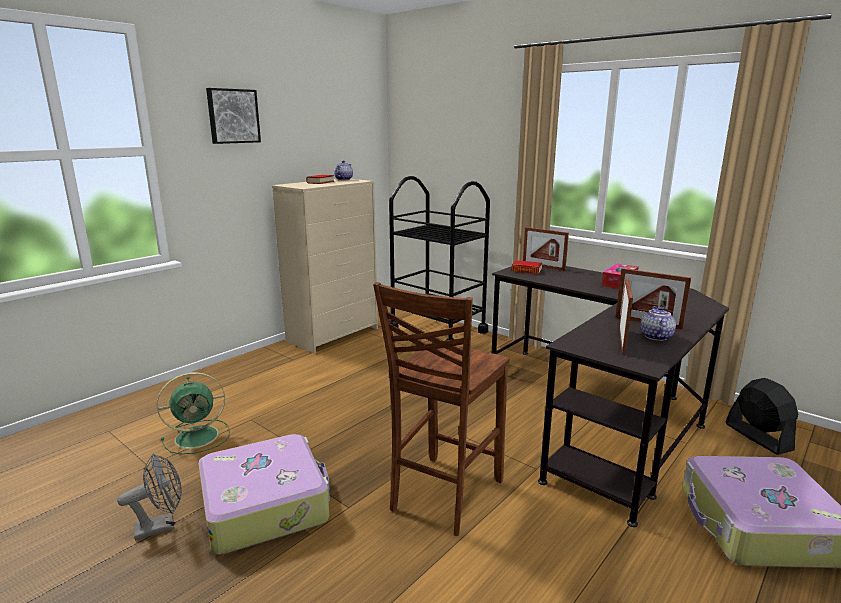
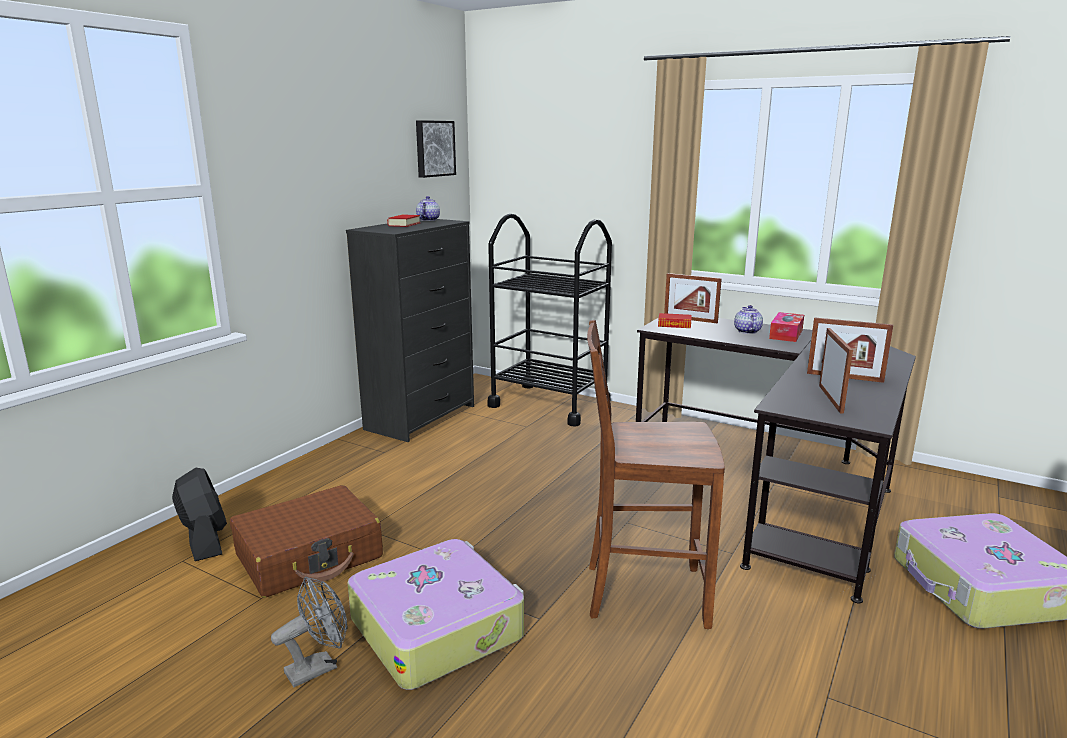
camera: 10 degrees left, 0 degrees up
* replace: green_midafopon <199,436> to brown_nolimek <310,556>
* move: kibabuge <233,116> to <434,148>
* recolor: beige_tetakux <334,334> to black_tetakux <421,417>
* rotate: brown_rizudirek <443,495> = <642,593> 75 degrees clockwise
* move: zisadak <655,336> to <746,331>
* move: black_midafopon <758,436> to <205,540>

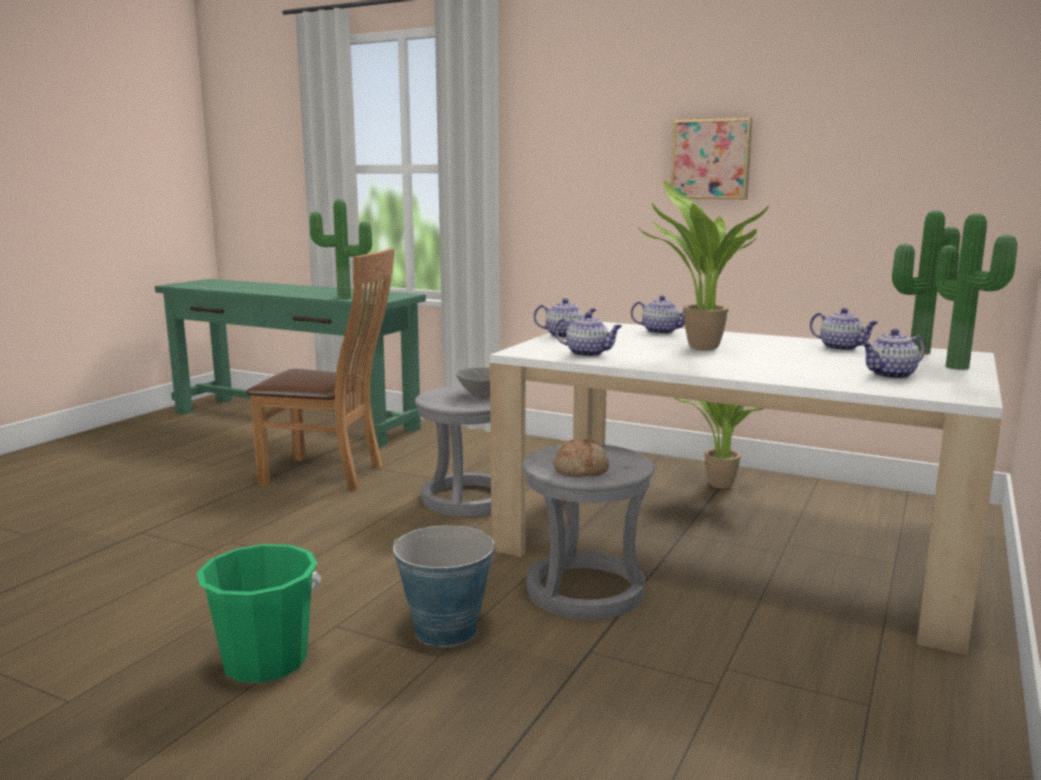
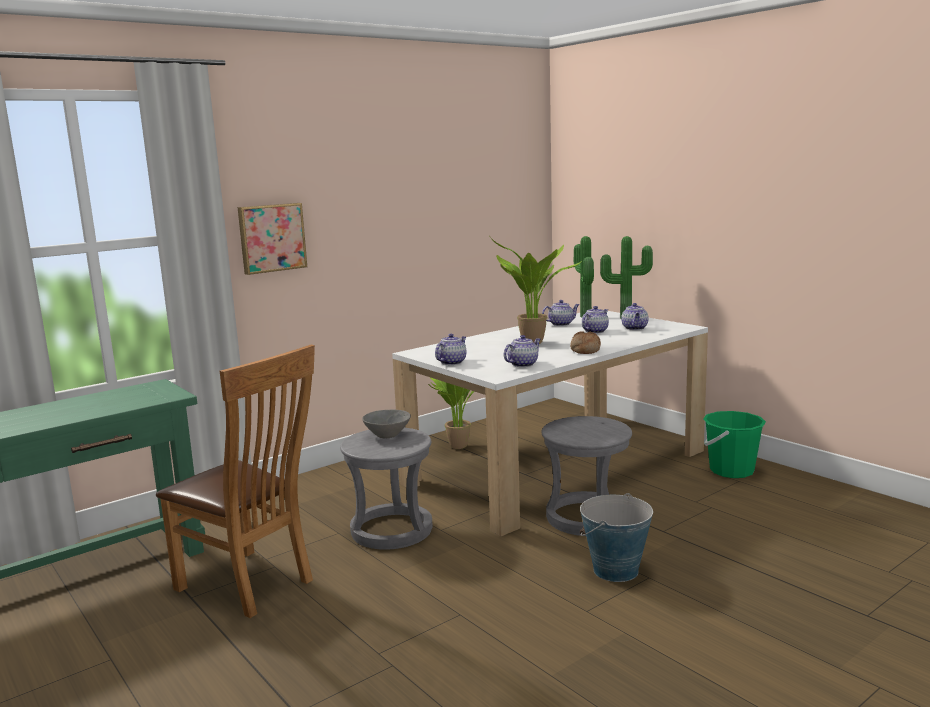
camera: 65 degrees left, 0 degrees up
* move: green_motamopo <265,662> to <731,470>
* rotate: brown_rizudirek <330,474> = <251,585> 90 degrees clockwise
* delete: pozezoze <344,298>
* move: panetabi <581,470> to <584,350>
* move: zisadak <661,332> to <595,331>
* move: kibabuge <711,159> to <271,237>

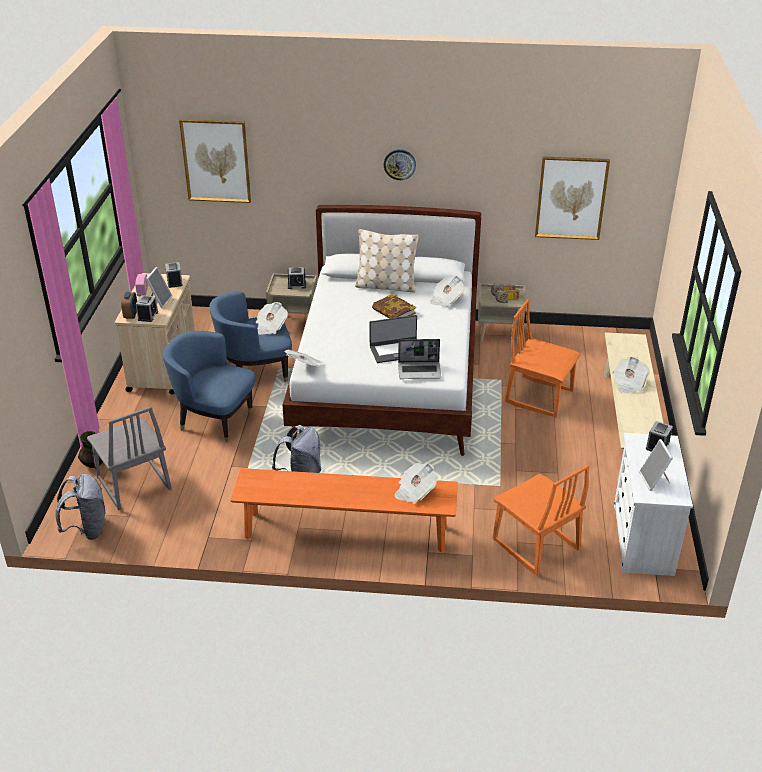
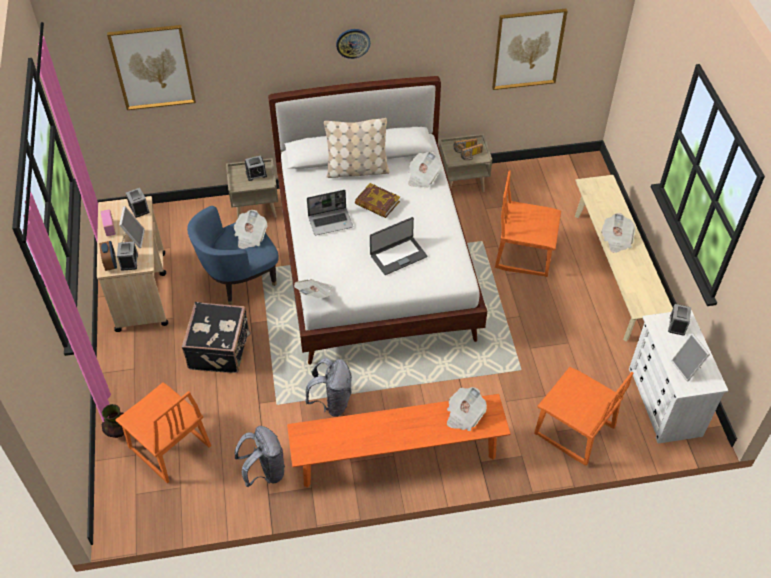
camera: 15 degrees left, 15 degrees up
* move: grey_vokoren <87,529> to <264,471>
* recolor: grey_rizudirek <133,484> to orange_rizudirek <169,448>
* replace: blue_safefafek <214,420> to black_nolimek <220,349>
* move: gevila <420,371> to <331,222>

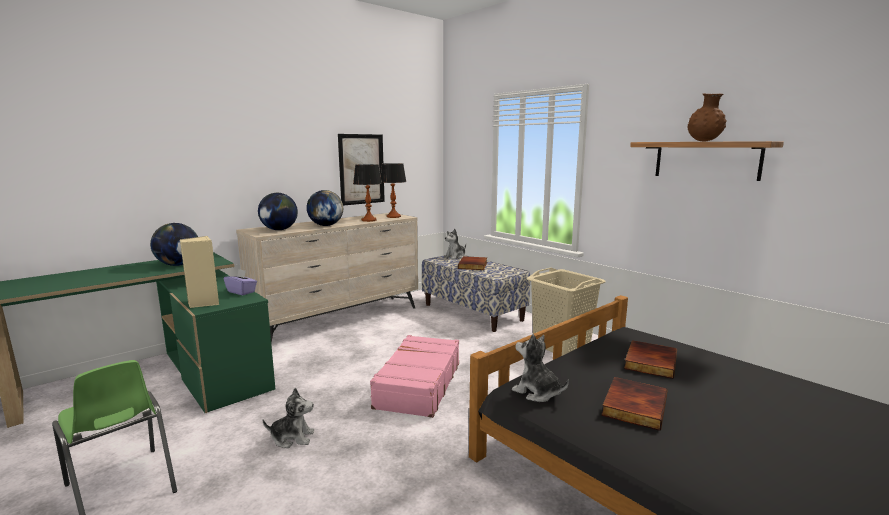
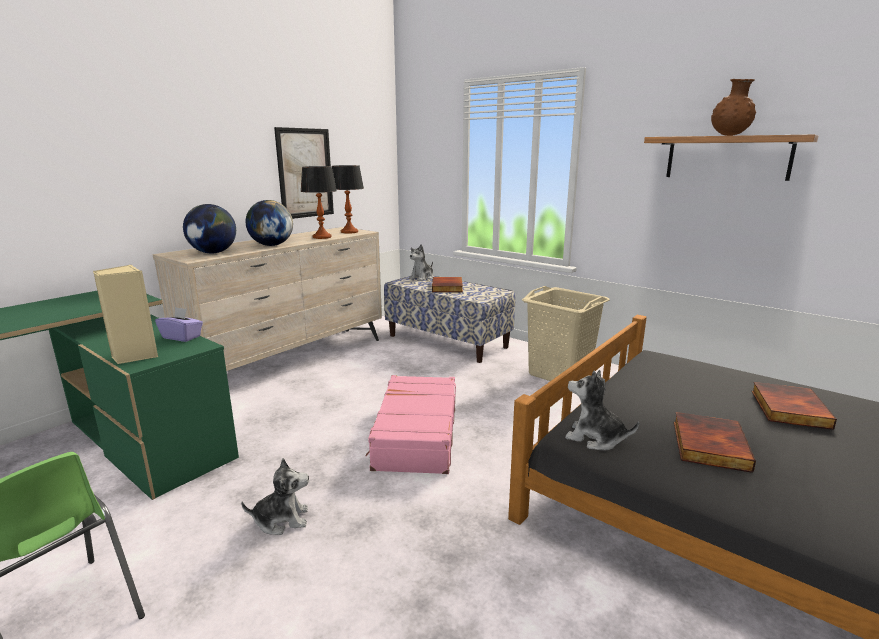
camera: 10 degrees left, 5 degrees up
* delete: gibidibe <178,265>
* move: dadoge <649,362> to <787,408>

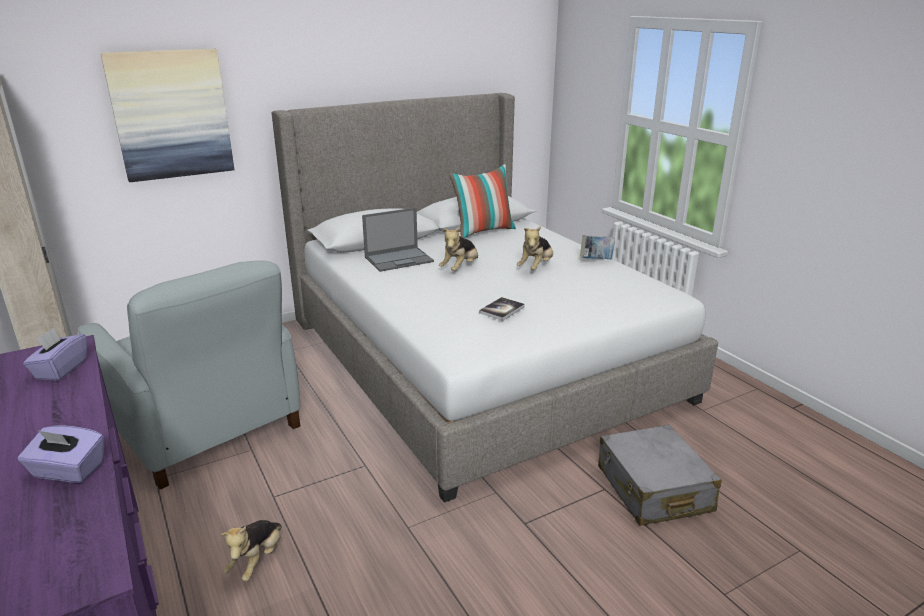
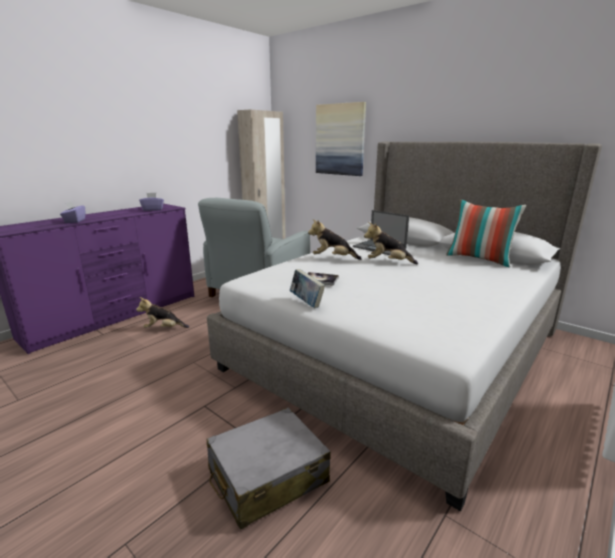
camera: 70 degrees right, 5 degrees down
* move: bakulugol <536,267> to <333,258>
* move: dadoge <596,260> to <306,302>

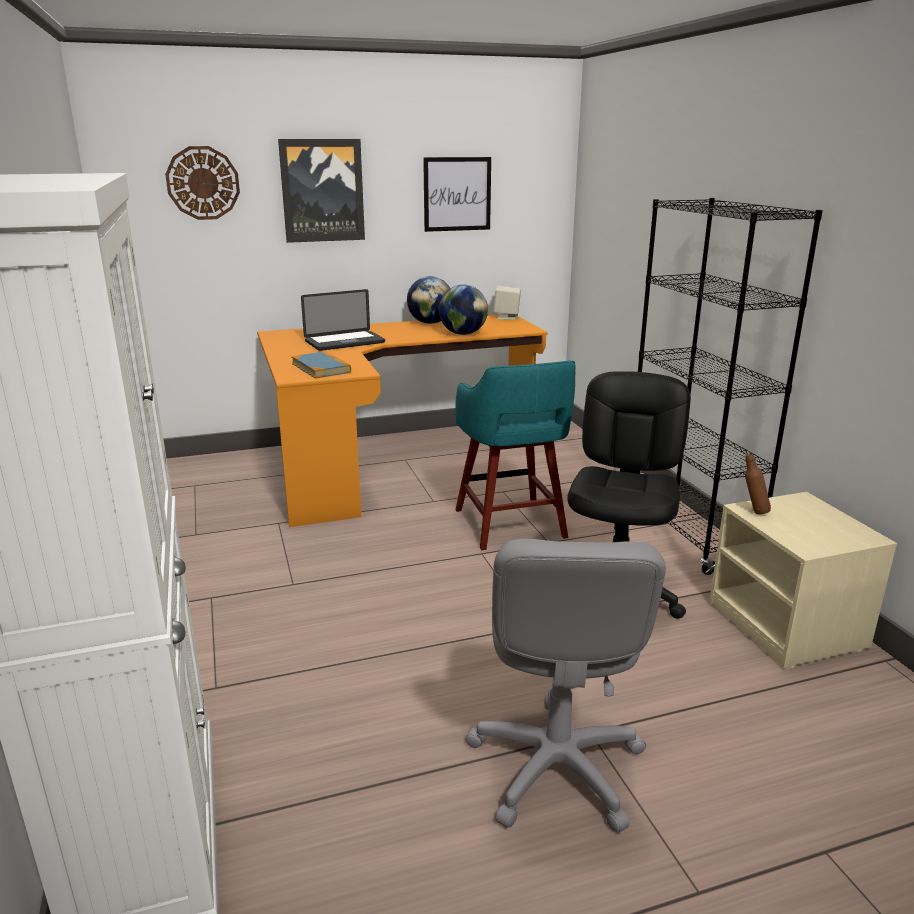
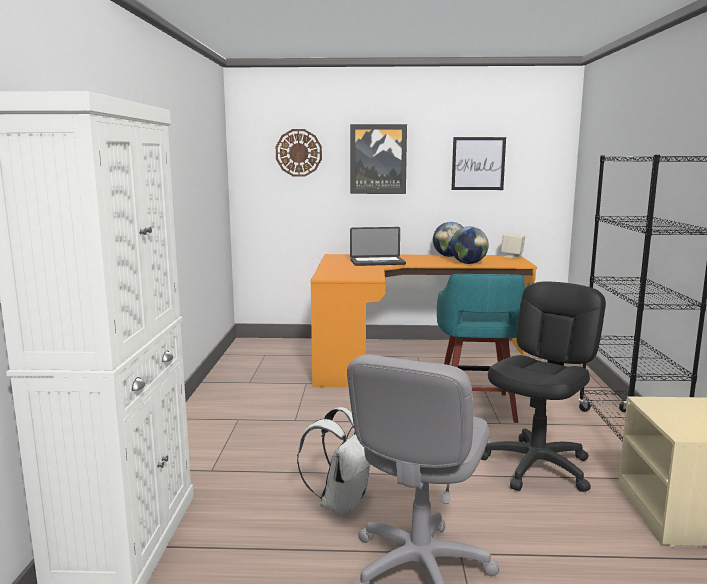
camera: 20 degrees right, 10 degrees down
* delete: dadoge <321,368>
* delete: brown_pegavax <753,512>
* insert: white_vokoren <342,503>

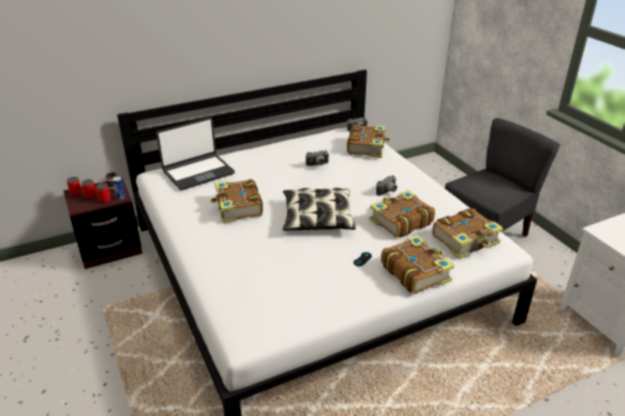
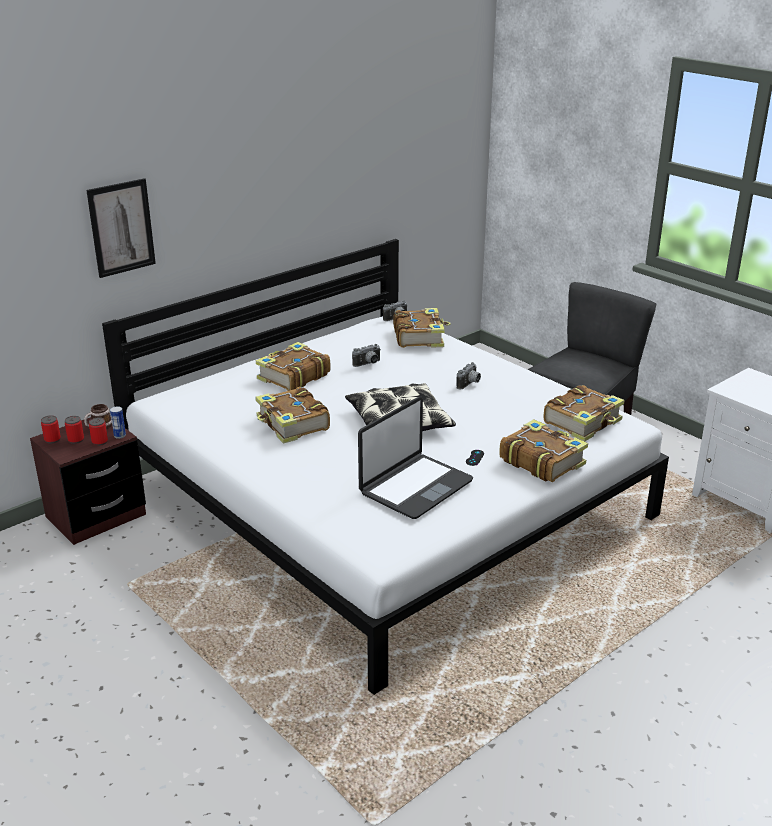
camera: 15 degrees left, 5 degrees down
* move: gevila <198,172> to <415,487>
* move: dadoge <400,221> to <292,376>
* insert: kibabuge <121,228>

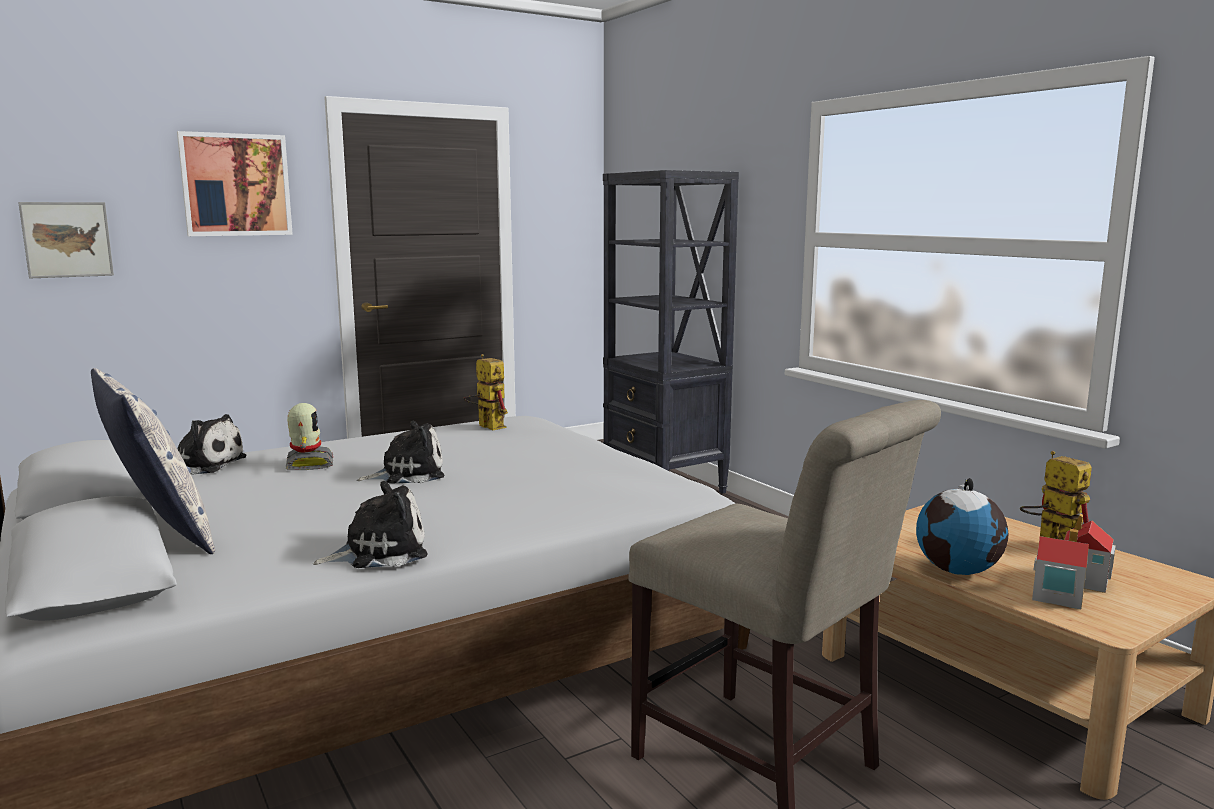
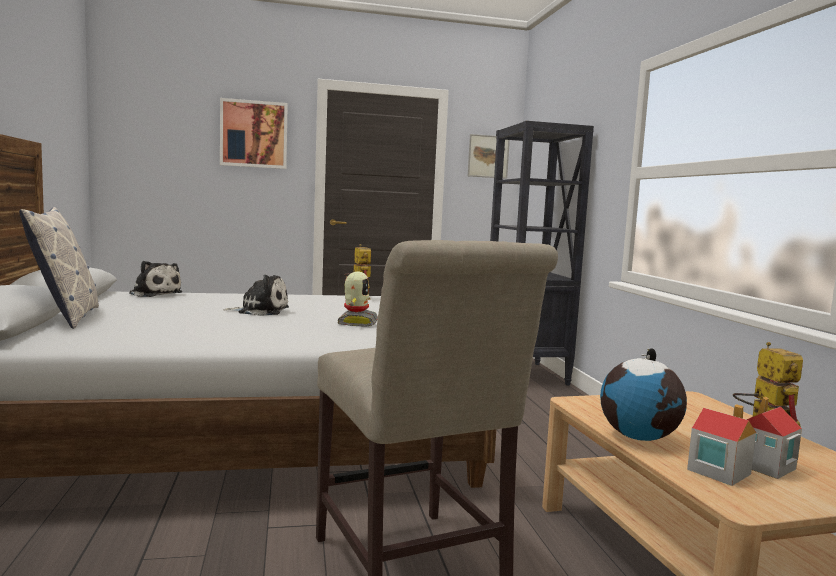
camera: 20 degrees right, 5 degrees down
* move: kibabuge <67,239> to <488,156>
* move: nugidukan <308,464> to <356,322>
* delete: bakulugol <379,552>

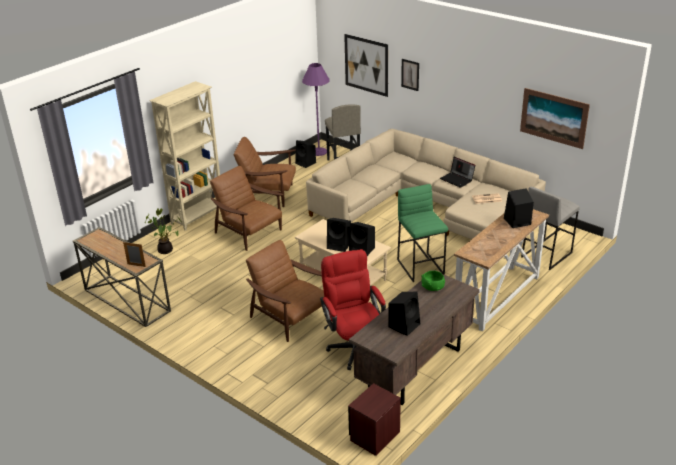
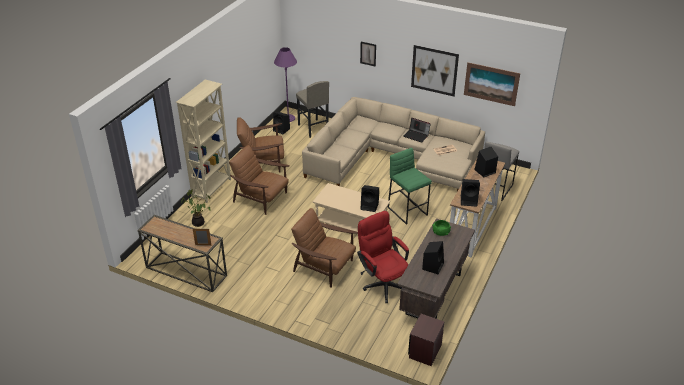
camera: 15 degrees left, 5 degrees up
* move: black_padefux <339,245> to <469,201>
* move: kibabuge <366,65> to <434,70>

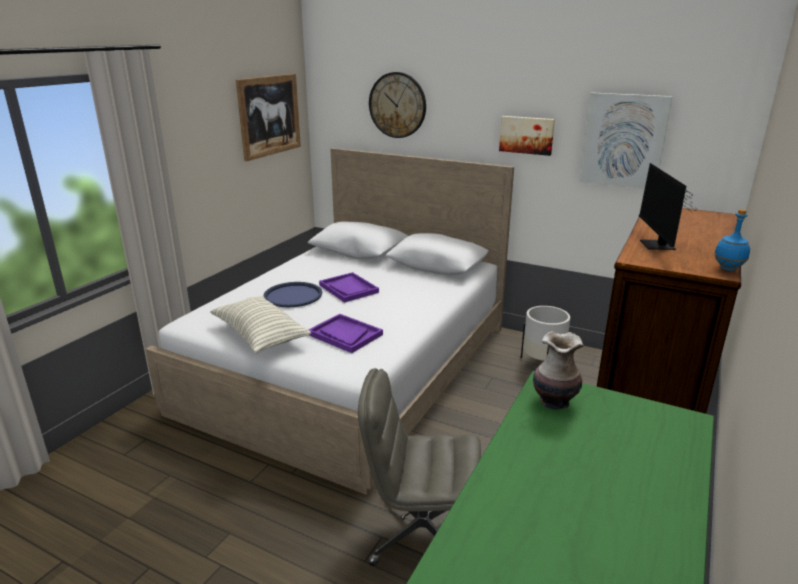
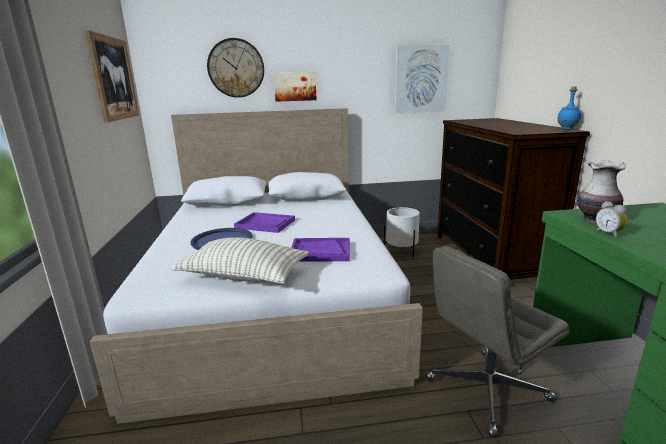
camera: 35 degrees left, 5 degrees down
* move: kibabuge <526,135> to <295,86>
* delete: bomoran <657,246>
* insert: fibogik <609,234>

